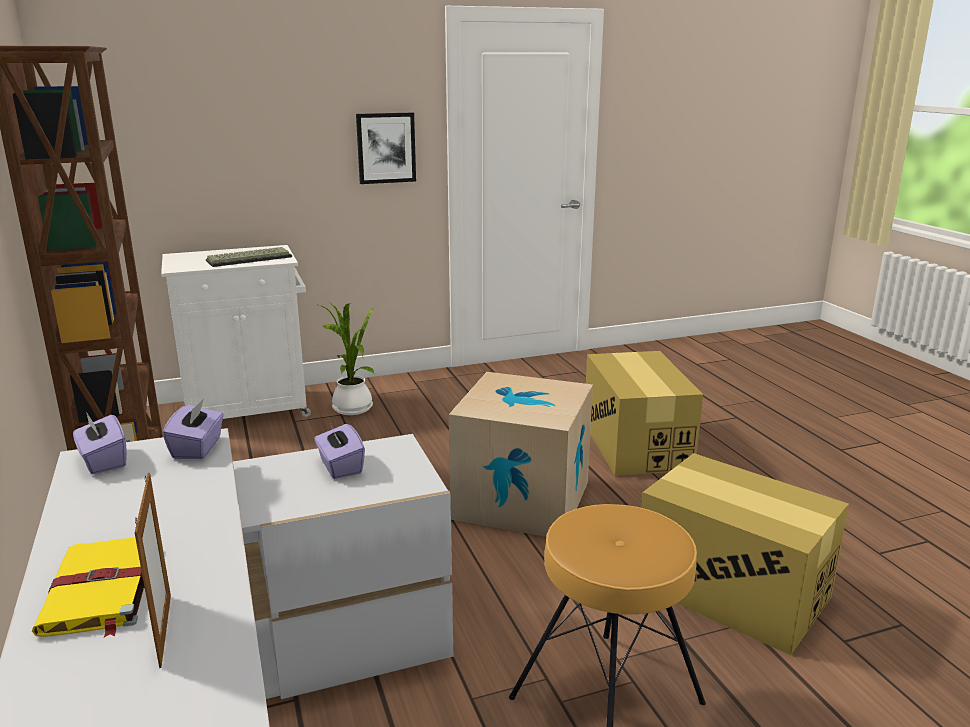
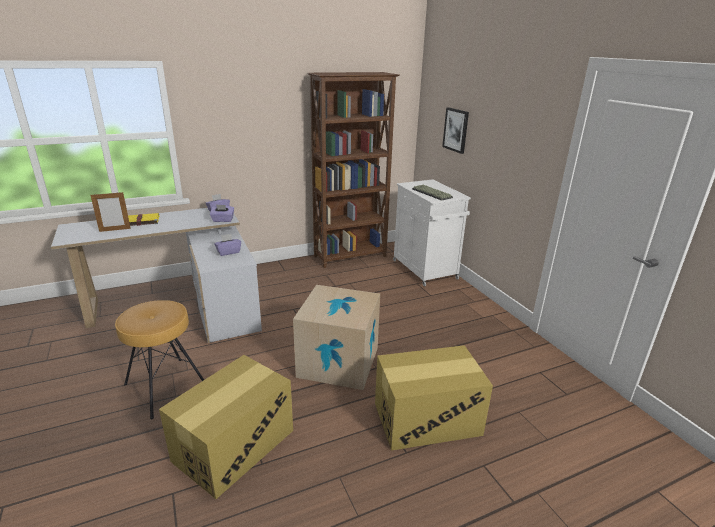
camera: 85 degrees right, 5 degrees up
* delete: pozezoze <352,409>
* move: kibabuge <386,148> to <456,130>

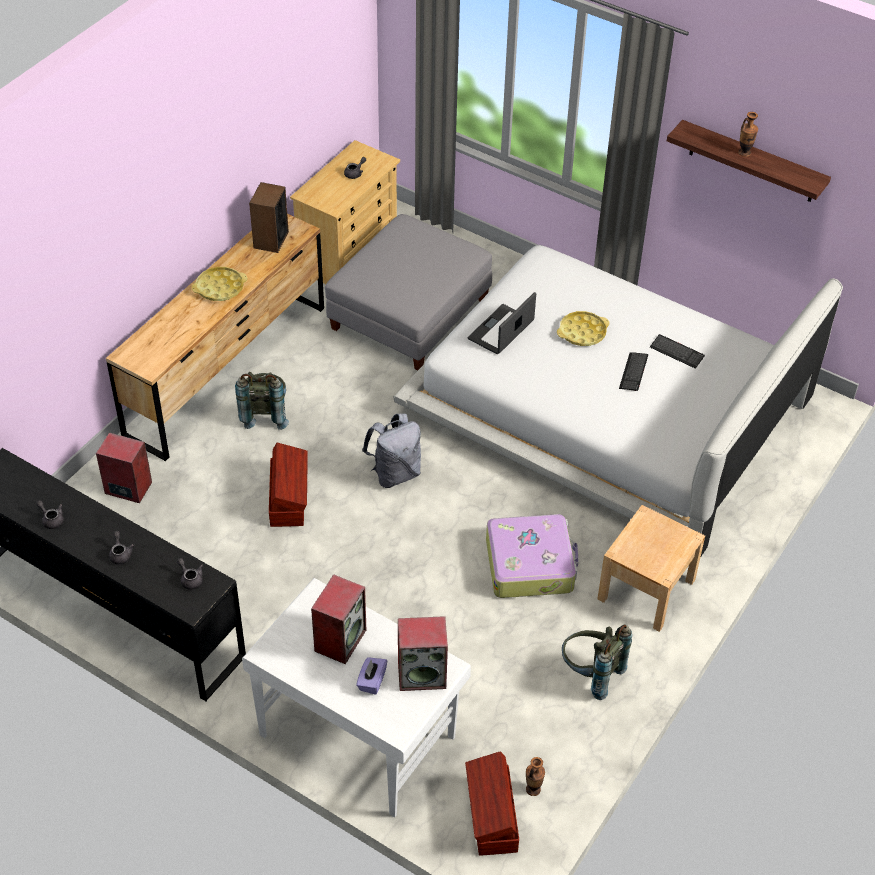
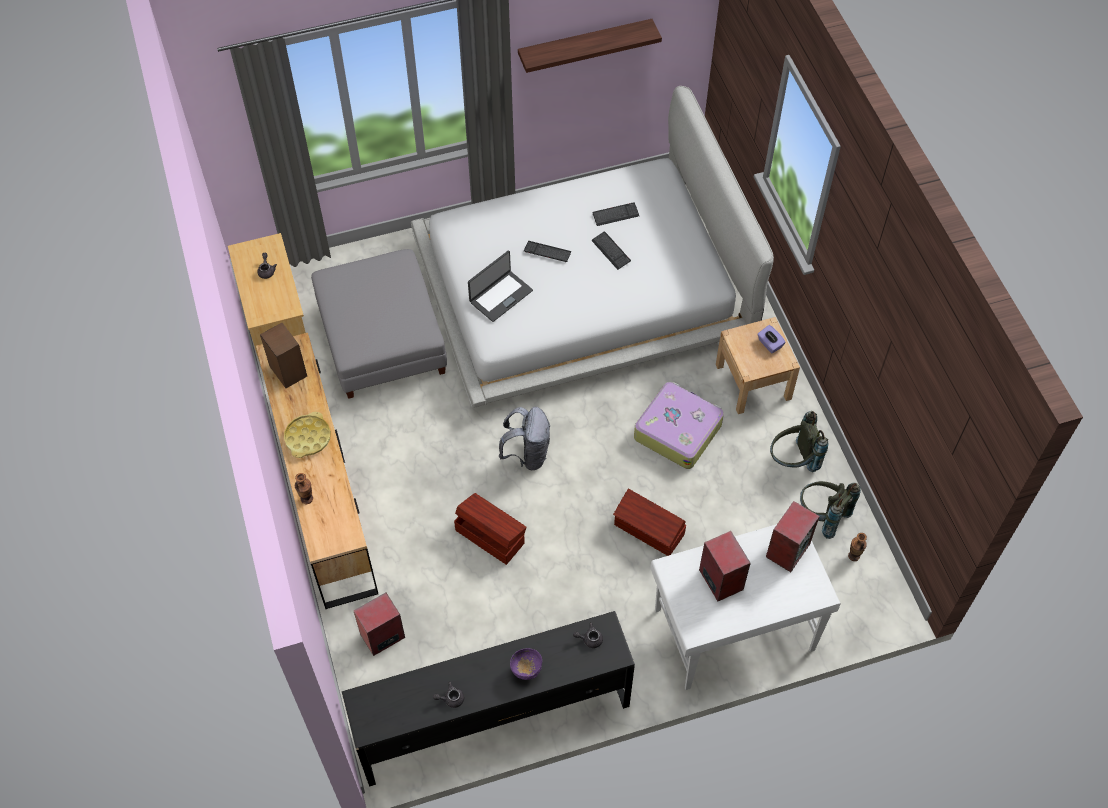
camera: 50 degrees left, 10 degrees up
* replace: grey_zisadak <120,554> to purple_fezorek <526,671>
* move: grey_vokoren <264,413> to <822,516>
* move: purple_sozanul <371,681> to <769,344>
* move: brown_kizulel <491,817> to <649,530>
* rotate: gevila <501,330> = <500,296> 120 degrees counterclockwise
* replace: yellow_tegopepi <582,332> to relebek <547,252>
* move: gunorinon <744,153> to <307,498>

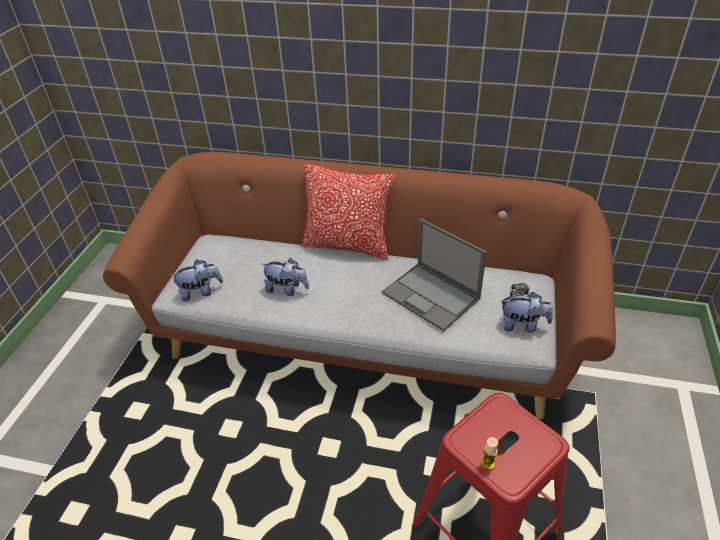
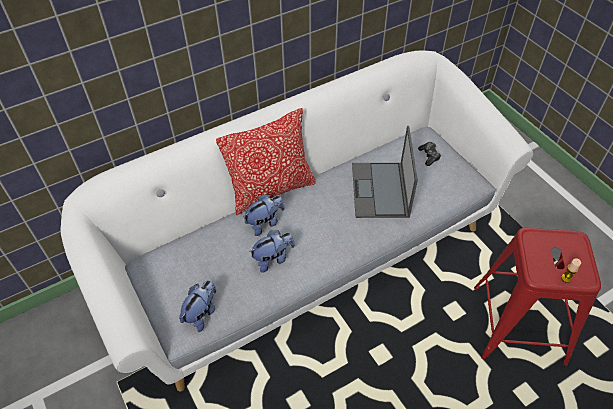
camera: 45 degrees left, 10 degrees up
* recolor: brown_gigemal <362,334> to white_gigemal <306,255>
* rotate: gevila <431,296> = <380,191> 90 degrees clockwise
* move: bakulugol <523,325> to <265,223>

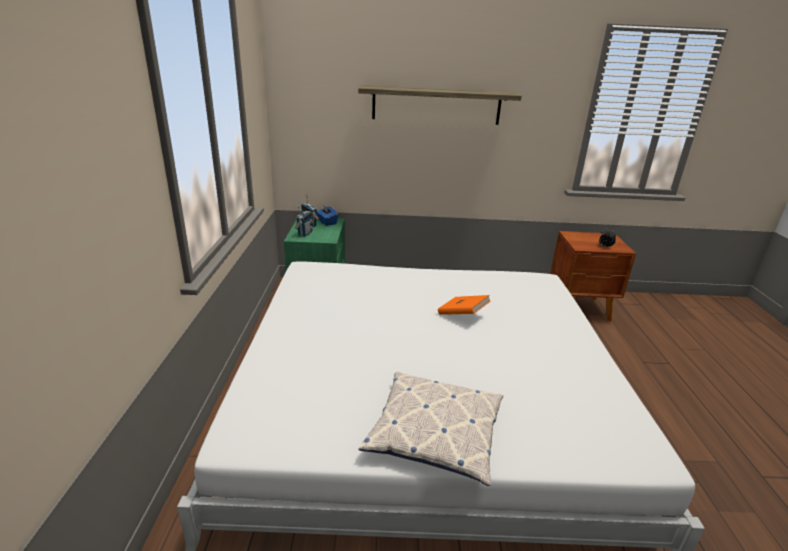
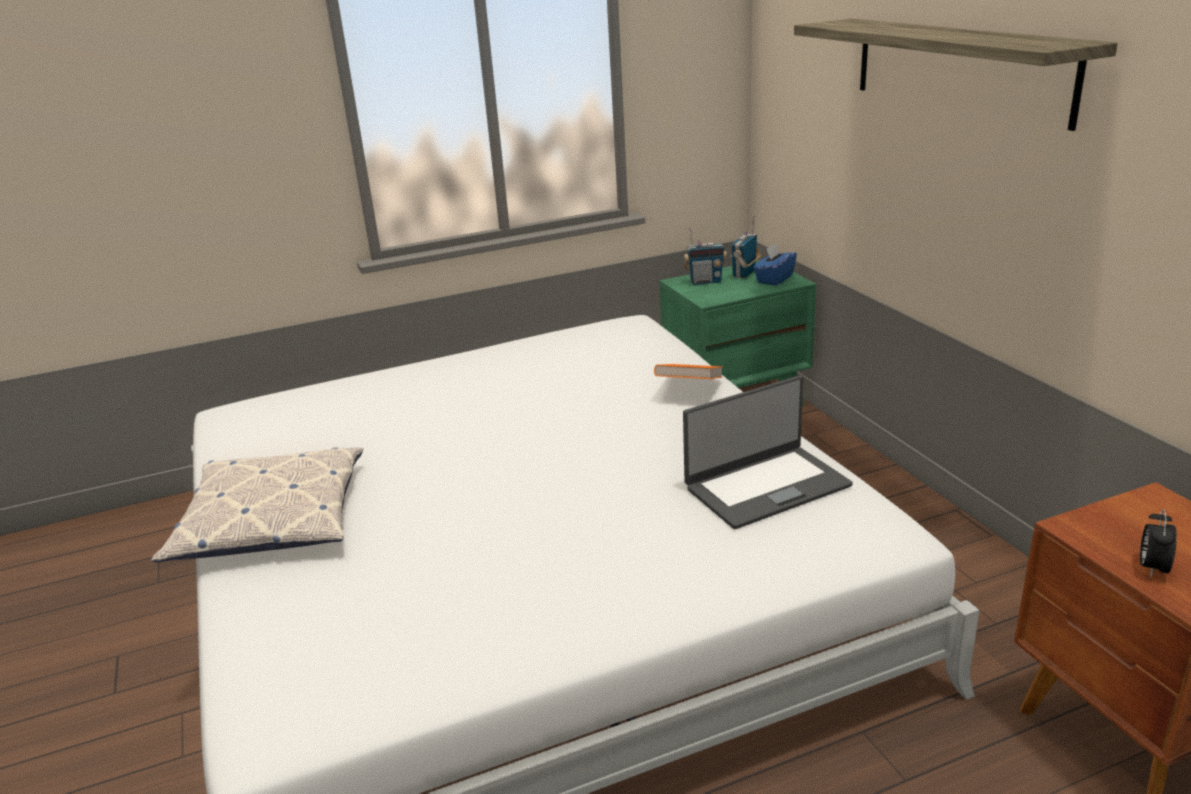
camera: 70 degrees right, 0 degrees up
* move: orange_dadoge <462,315> to <689,388>
* insert: gevila <766,486>

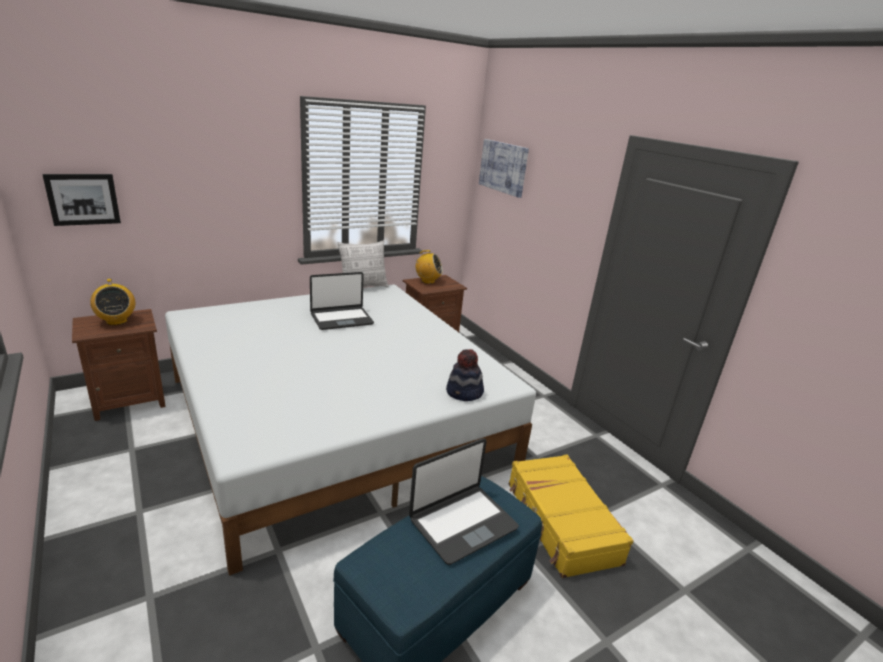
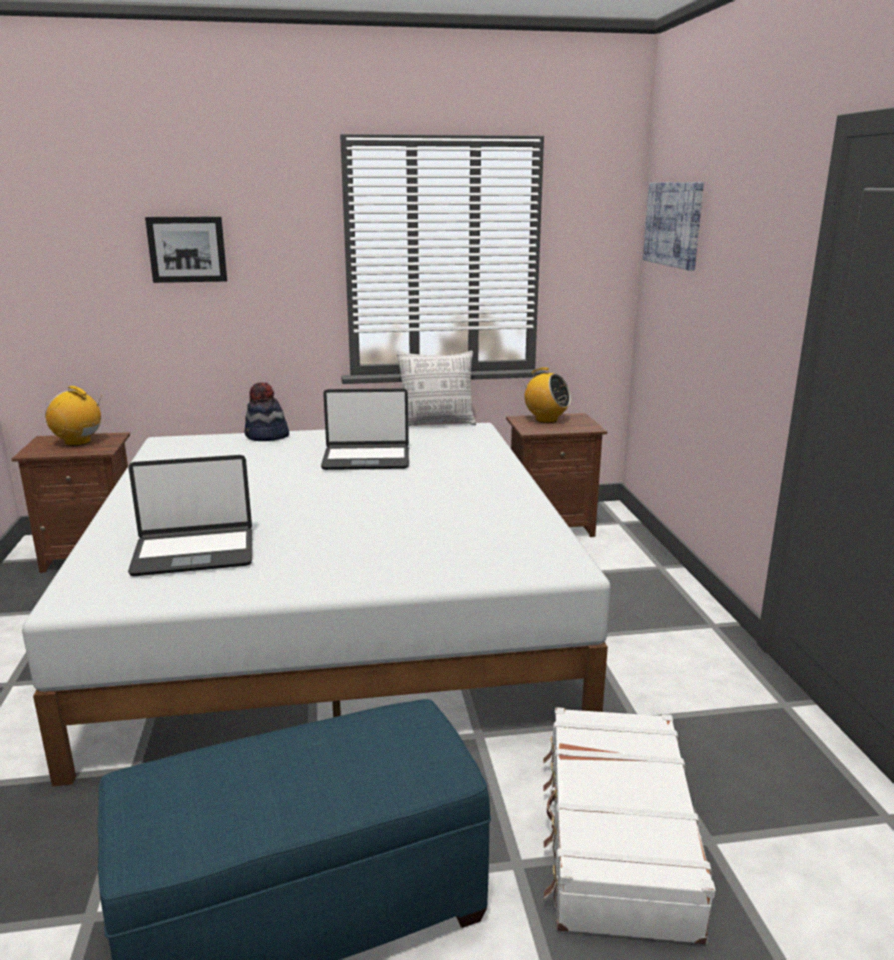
camera: 25 degrees right, 5 degrees down
* move: kibabuge <83,199> to <187,249>
* rotate: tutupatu <116,321> = <78,442> 120 degrees clockwise
* move: gevila <462,523> to <194,553>
* move: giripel <464,393> to <267,436>
* recolor: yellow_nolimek <561,522> to white_nolimek <616,836>

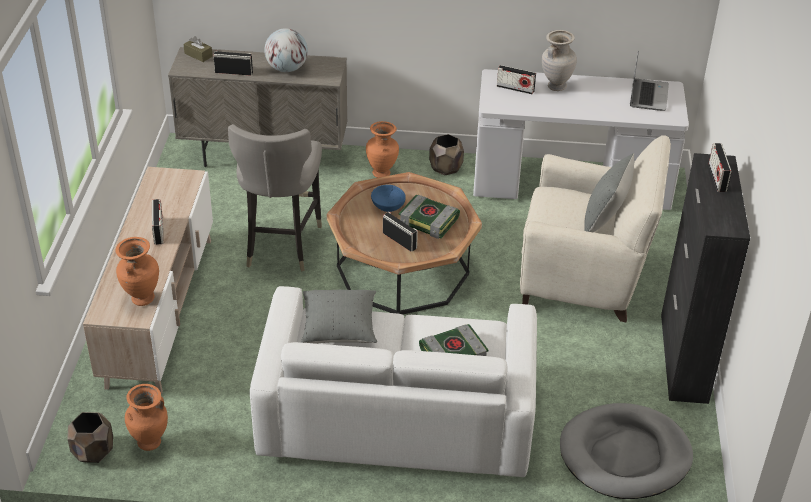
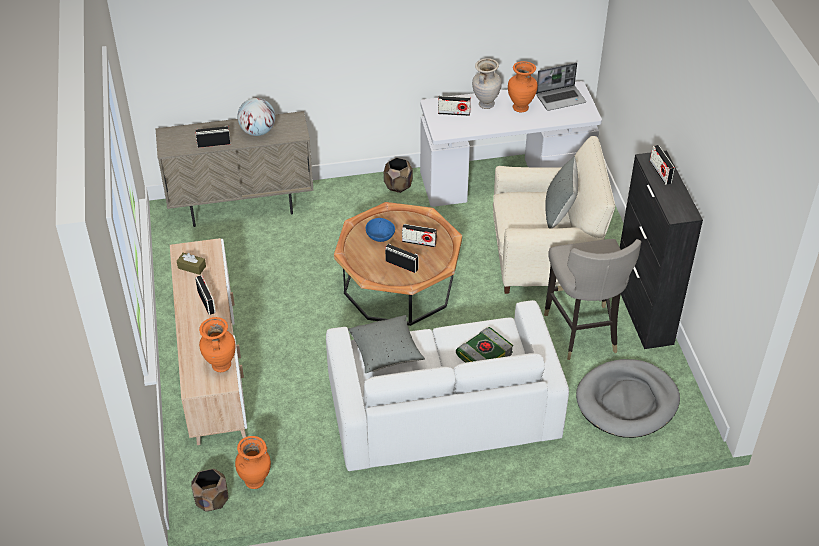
camera: 15 degrees left, 5 degrees up
* move: brown_sozanul <198,55> to <192,267>
* move: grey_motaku <280,246> to <582,332>
* move: orange_gunorinon <382,173> to <521,108>
* replace: dadoge <429,221> to tutupatu <419,242>
* rotate: gevila <647,95> = <561,98> 75 degrees clockwise

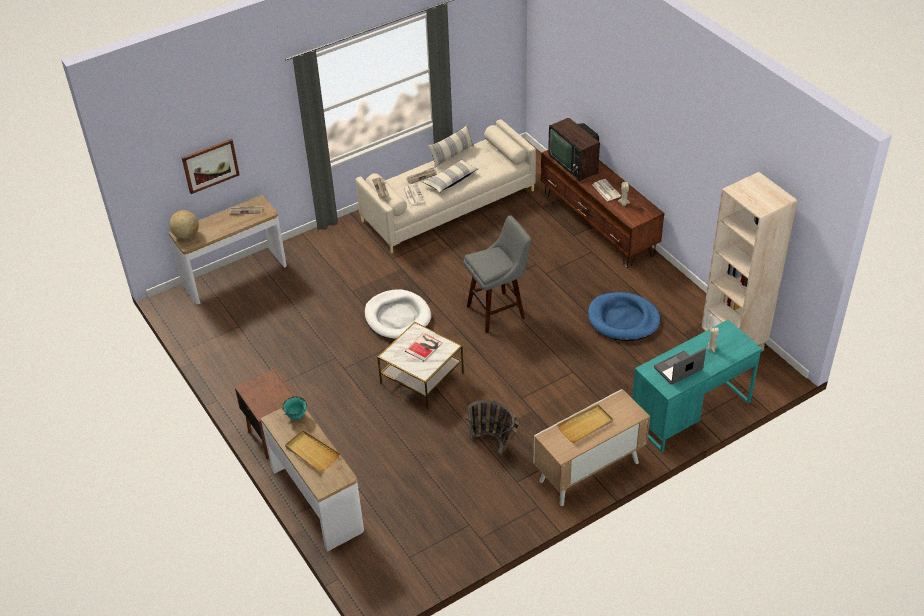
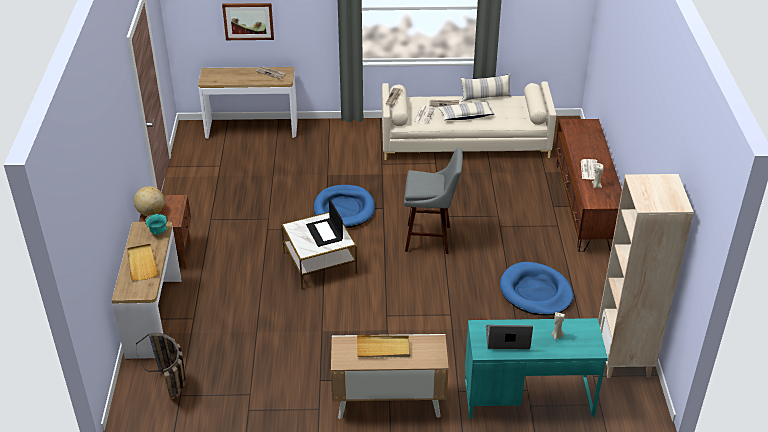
camera: 30 degrees right, 5 degrees down
* move: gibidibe <186,235> to <151,212>
* recolor: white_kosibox <397,317> to blue_kosibox <344,209>
* replace: dadoge <425,347> to gevila <325,232>
* move: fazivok <496,447> to <173,388>
* delete: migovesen <575,162>

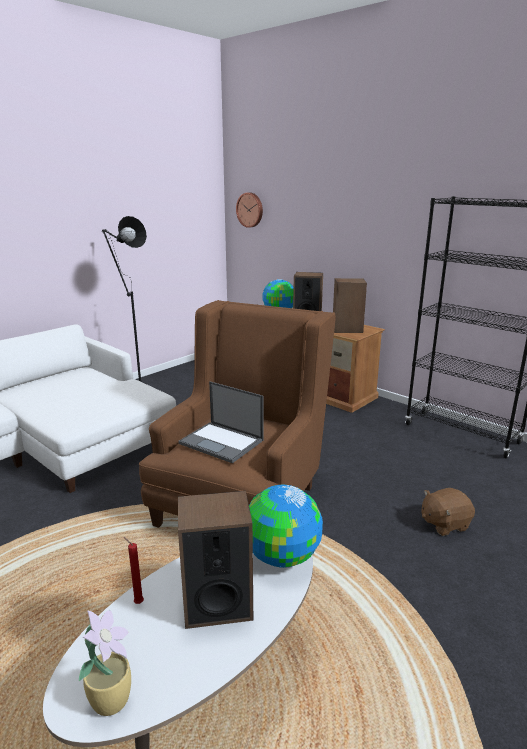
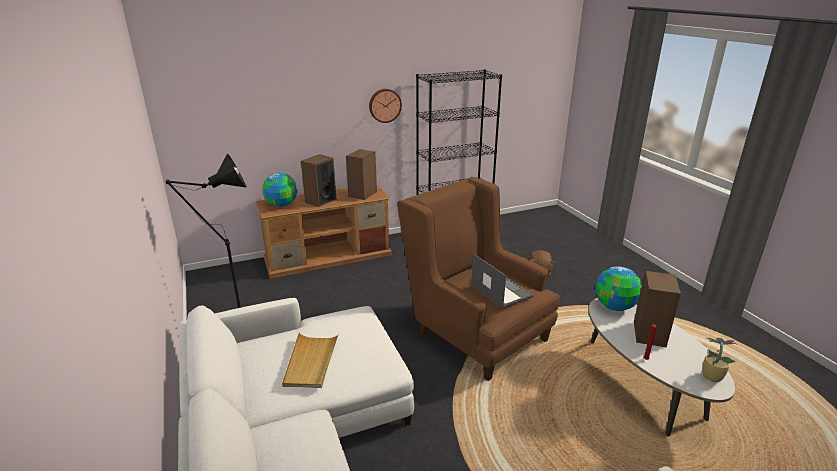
camera: 65 degrees left, 5 degrees up
* rotate: gevila <222,442> = <500,291> 90 degrees counterclockwise
* move: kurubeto <250,210> to <384,105>
* insert: beige_tegopepi <311,362>

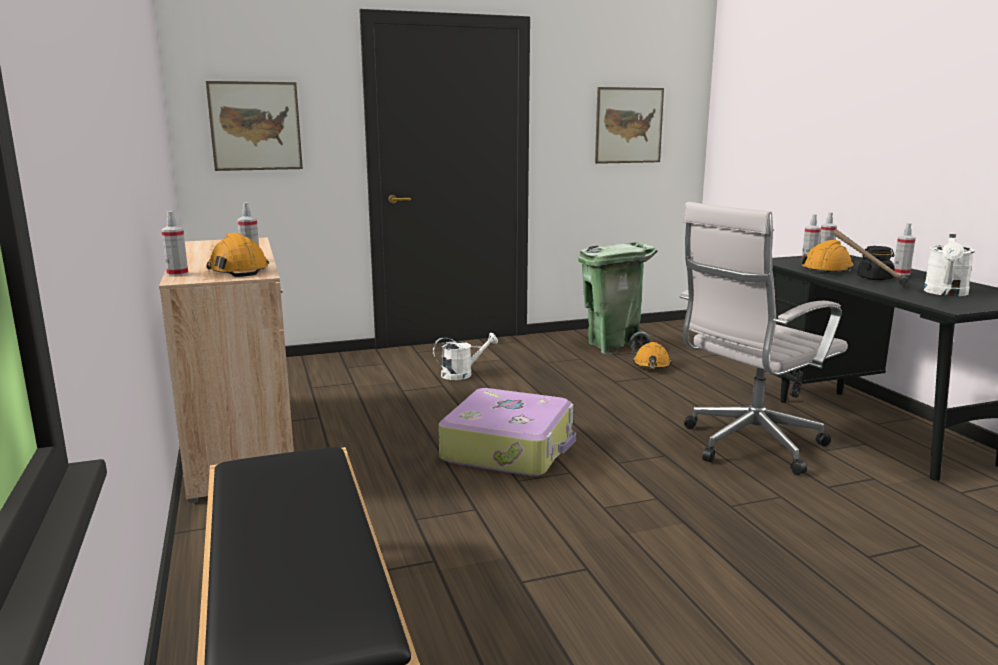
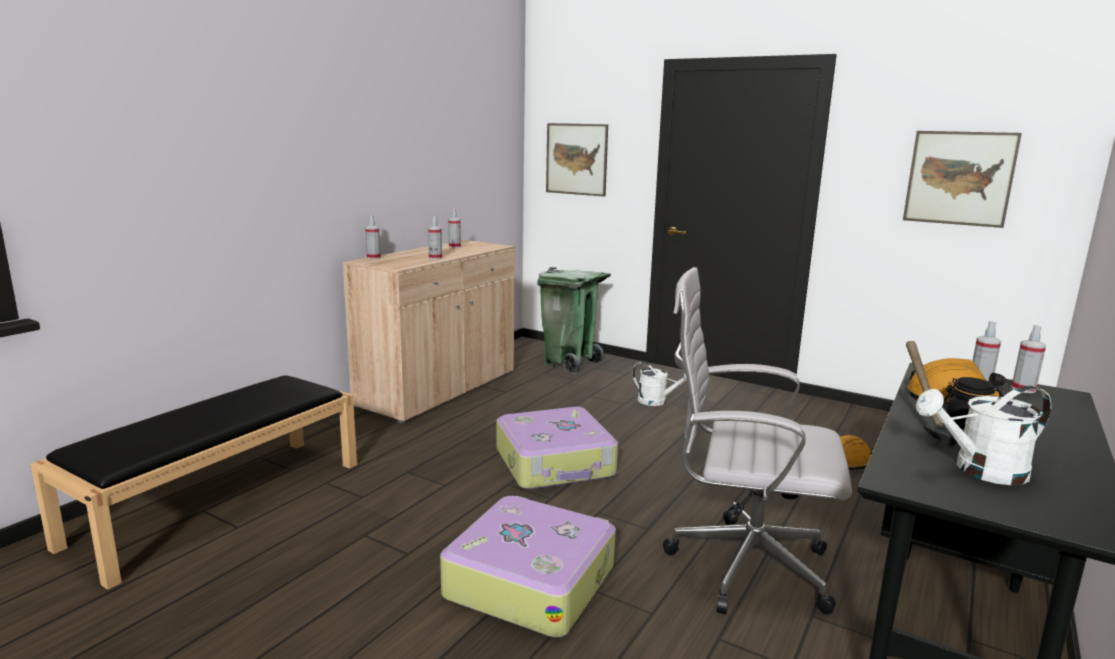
camera: 50 degrees right, 0 degrees up
* delete: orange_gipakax <237,270>
* move: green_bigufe <613,346> to <569,363>
* move: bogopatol <901,273> to <454,247>
* insert: nolimek <530,580>

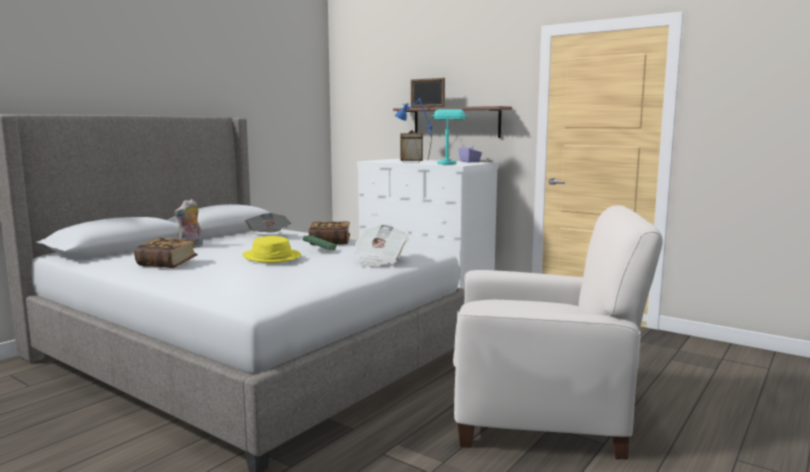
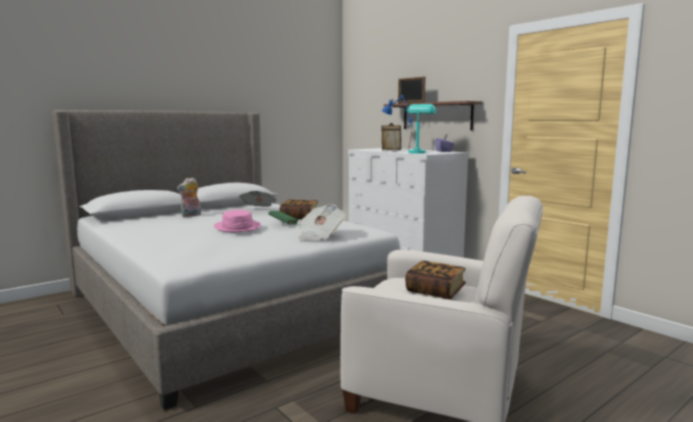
camera: 15 degrees right, 0 degrees up
* move: dadoge <167,264> to <435,291>
* recolor: yellow_giripel <272,257> to pink_giripel <237,227>

